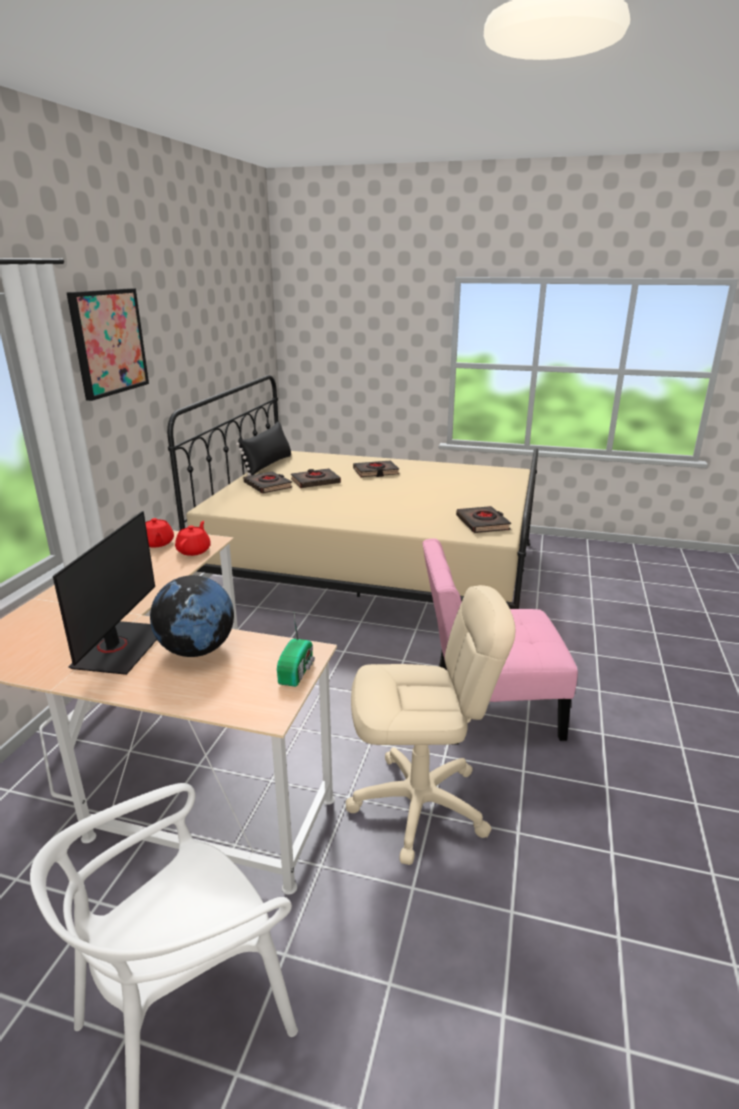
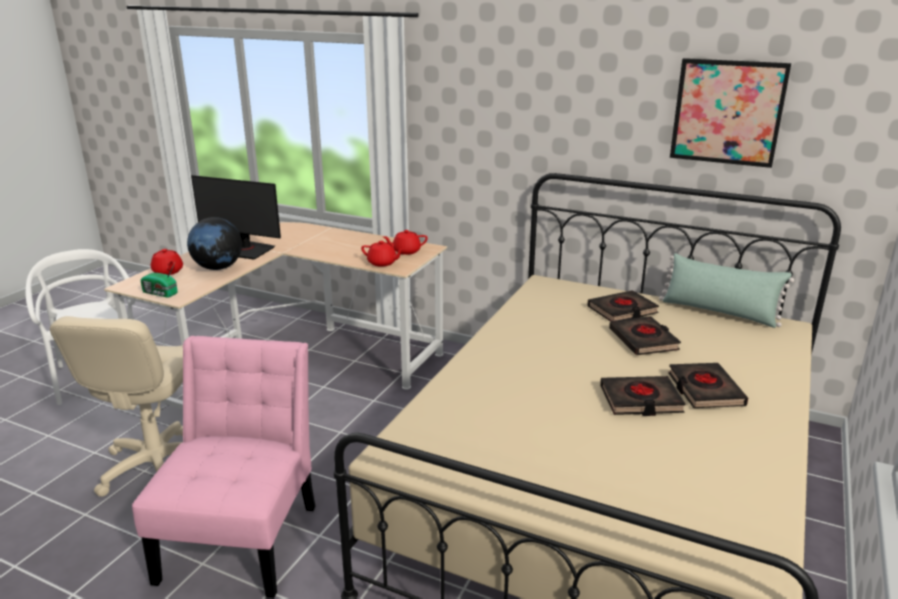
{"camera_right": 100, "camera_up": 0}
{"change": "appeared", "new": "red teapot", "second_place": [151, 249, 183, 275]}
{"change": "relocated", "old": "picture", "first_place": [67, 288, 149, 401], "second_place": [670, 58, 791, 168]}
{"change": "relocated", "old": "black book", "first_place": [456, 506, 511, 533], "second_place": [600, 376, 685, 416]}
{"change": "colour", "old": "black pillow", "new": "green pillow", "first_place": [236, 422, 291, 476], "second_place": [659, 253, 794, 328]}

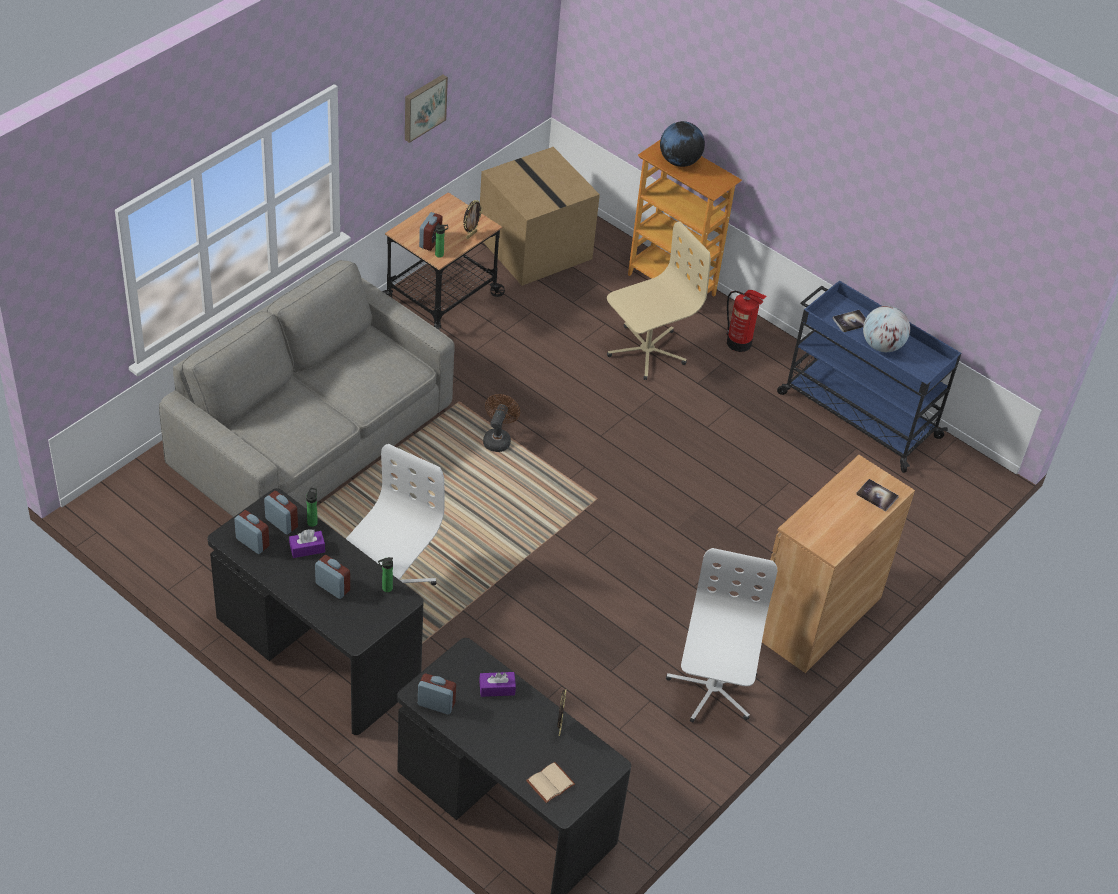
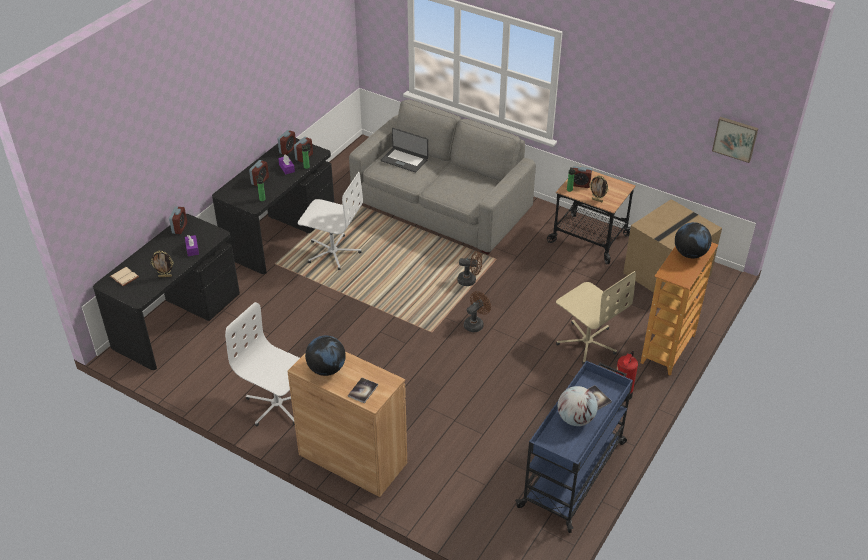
{"camera_right": 85, "camera_up": -5}
{"change": "appeared", "new": "globe", "second_place": [305, 336, 346, 376]}
{"change": "appeared", "new": "laptop", "second_place": [381, 128, 428, 173]}
{"change": "appeared", "new": "brown fan", "second_place": [464, 291, 491, 332]}
{"change": "relocated", "old": "picture", "first_place": [405, 75, 448, 143], "second_place": [712, 117, 758, 163]}
{"change": "spun", "old": "white office chair", "first_place": [666, 548, 777, 723], "second_place": [225, 302, 300, 426], "degrees": -150}

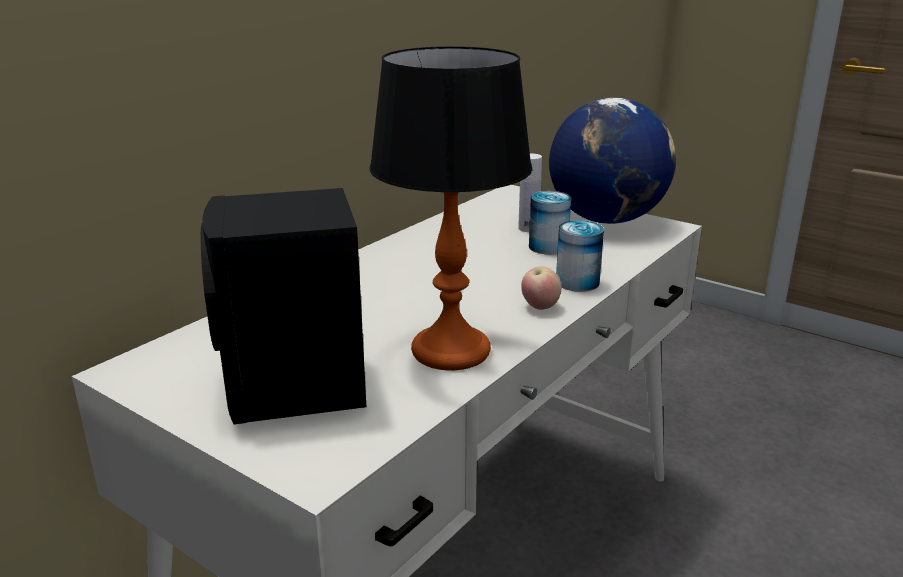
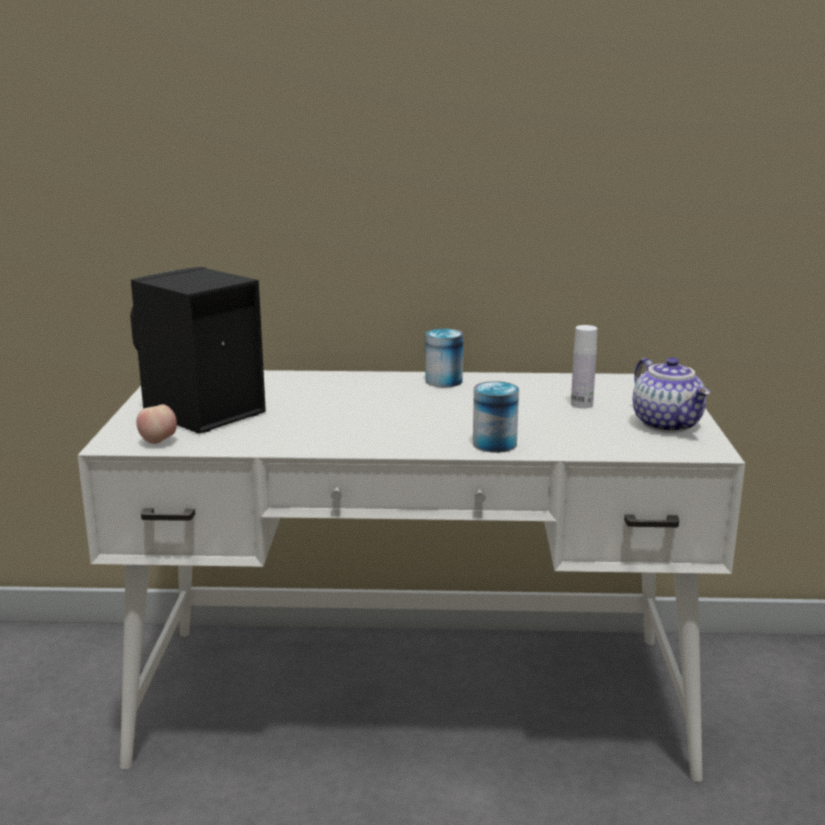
{"camera_right": 55, "camera_up": -5}
{"change": "missing", "old": "table lamp", "first_place": [369, 46, 532, 370]}
{"change": "relocated", "old": "apple", "first_place": [521, 266, 562, 310], "second_place": [136, 404, 177, 444]}
{"change": "relocated", "old": "can", "first_place": [529, 191, 571, 255], "second_place": [425, 329, 463, 387]}
{"change": "exchanged", "old": "globe", "new": "teapot", "first_place": [549, 98, 676, 224], "second_place": [633, 357, 710, 433]}

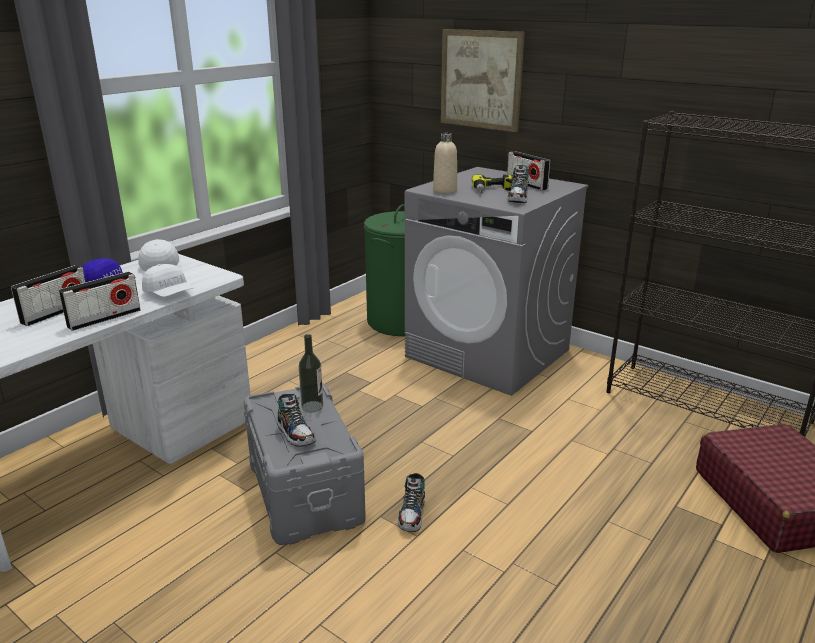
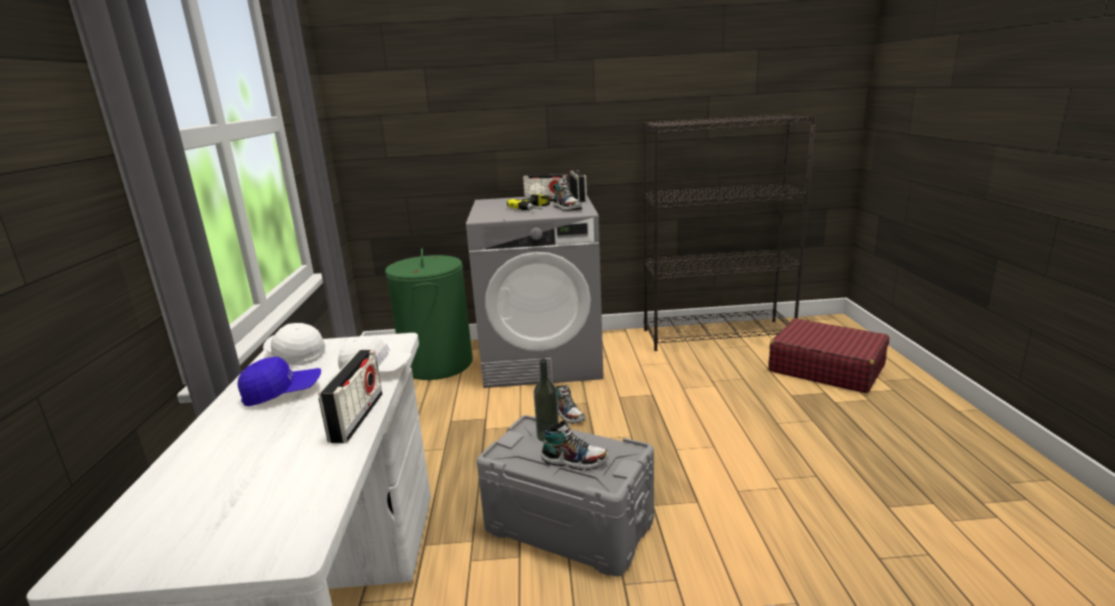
{"camera_right": -40, "camera_up": -5}
{"change": "missing", "old": "beige bottle", "first_place": [433, 133, 457, 193]}
{"change": "missing", "old": "picture", "first_place": [441, 29, 525, 132]}
{"change": "relocated", "old": "radio", "first_place": [11, 265, 86, 326], "second_place": [570, 170, 587, 202]}
{"change": "relocated", "old": "shoe", "first_place": [398, 473, 425, 532], "second_place": [556, 385, 585, 424]}

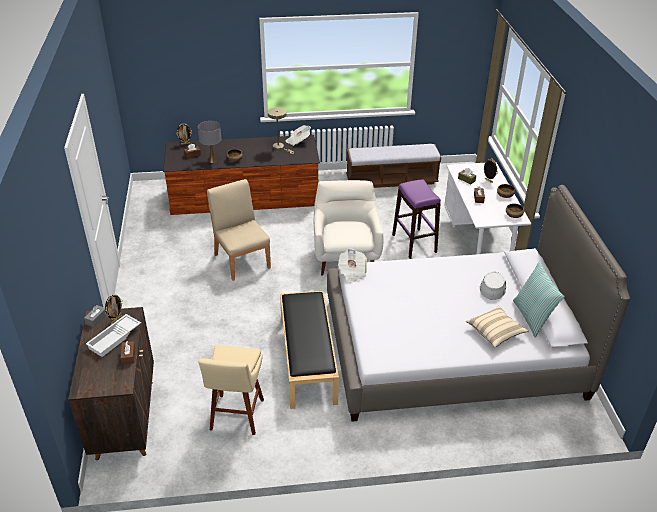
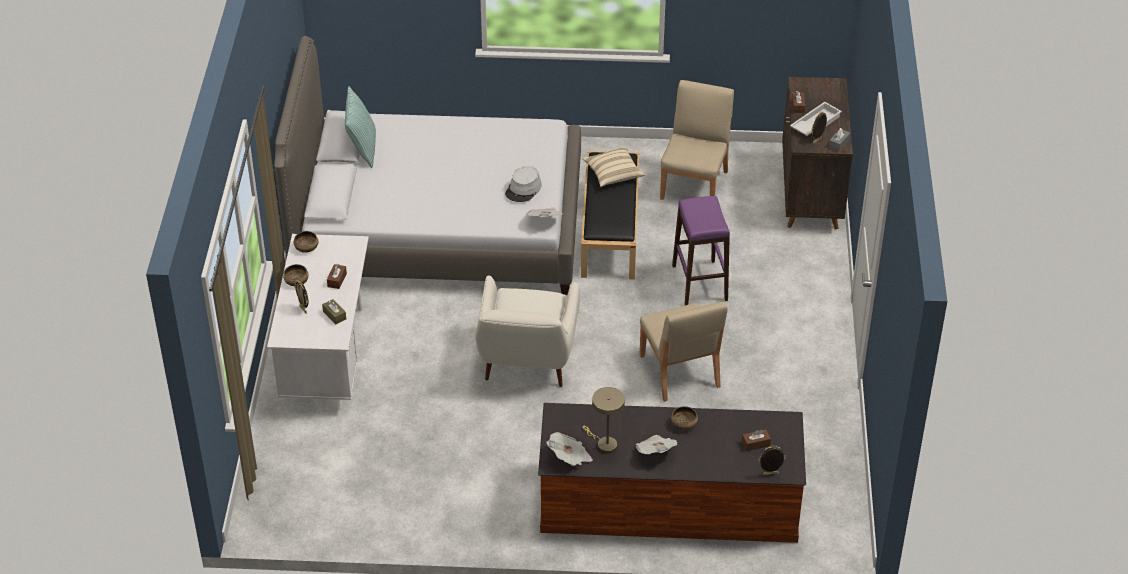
{"camera_right": -170, "camera_up": 5}
{"change": "missing", "old": "grey table lamp", "first_place": [198, 121, 222, 163]}
{"change": "missing", "old": "bench", "first_place": [346, 144, 441, 188]}
{"change": "appeared", "new": "newspaper", "second_place": [635, 435, 678, 454]}
{"change": "relocated", "old": "purple stool", "first_place": [392, 179, 441, 259], "second_place": [672, 196, 730, 306]}
{"change": "relocated", "old": "beige pillow", "first_place": [466, 305, 528, 348], "second_place": [582, 147, 645, 187]}
{"change": "relocated", "old": "grey hat", "first_place": [480, 272, 506, 300], "second_place": [505, 166, 542, 202]}
{"change": "exchanged", "old": "beige stool", "new": "beige chair", "first_place": [198, 345, 264, 435], "second_place": [660, 80, 734, 200]}

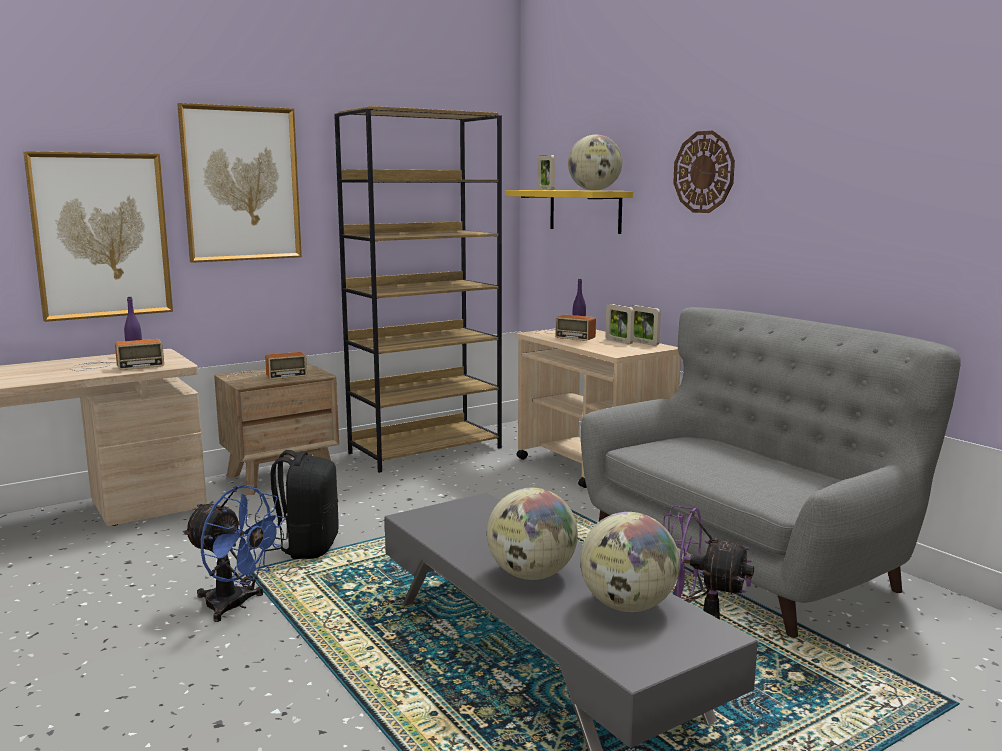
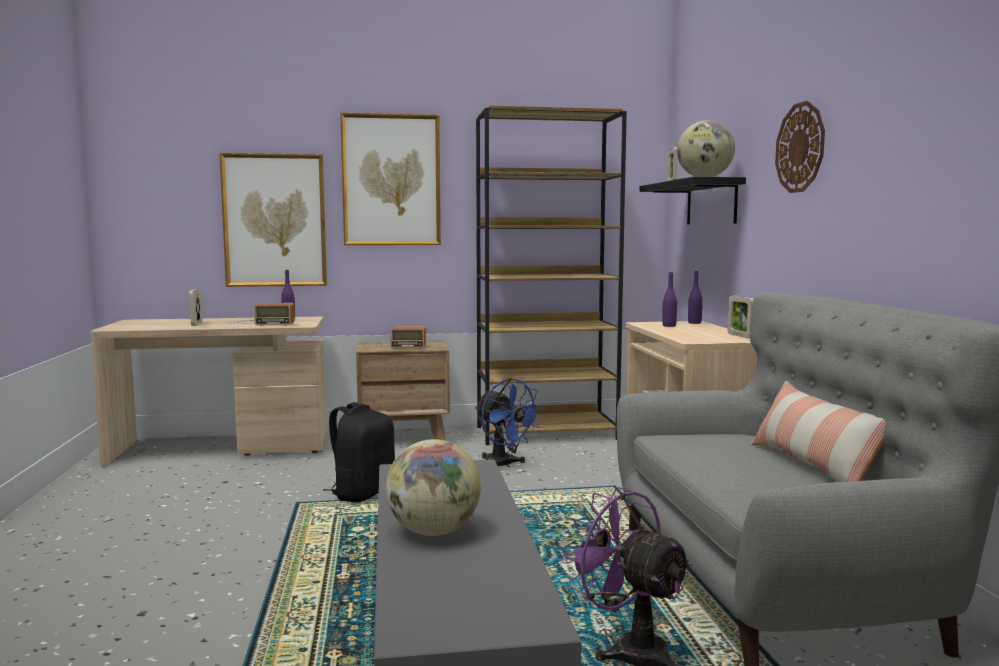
{"camera_right": 25, "camera_up": -5}
{"change": "missing", "old": "globe", "first_place": [580, 512, 680, 612]}
{"change": "appeared", "new": "pillow", "second_place": [750, 381, 885, 482]}
{"change": "relocated", "old": "blue fan", "first_place": [183, 485, 286, 622], "second_place": [475, 378, 543, 467]}
{"change": "relocated", "old": "picture frame", "first_place": [606, 304, 634, 344], "second_place": [189, 289, 202, 326]}
{"change": "exchanged", "old": "radio", "new": "purple bottle", "first_place": [535, 315, 596, 341], "second_place": [662, 272, 677, 327]}
{"change": "colour", "old": "yellow shelf", "new": "black shelf", "first_place": [505, 190, 633, 234], "second_place": [639, 177, 746, 225]}

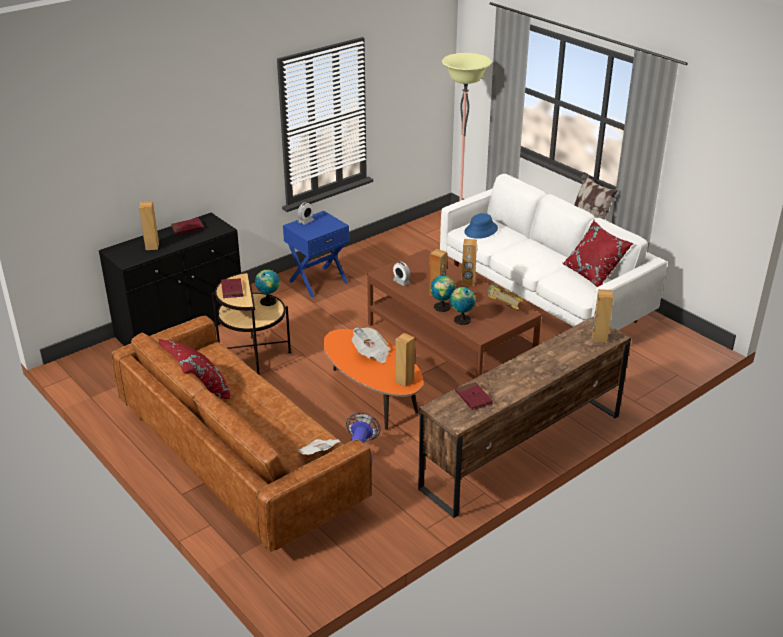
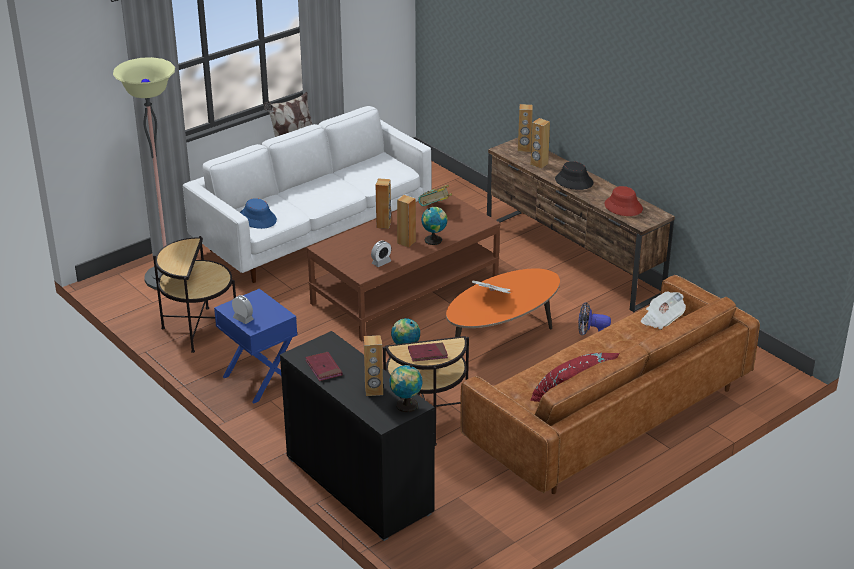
{"camera_right": -90, "camera_up": 0}
{"change": "missing", "old": "red pillow", "first_place": [563, 220, 633, 287]}
{"change": "appeared", "new": "side table", "second_place": [153, 236, 236, 353]}
{"change": "appeared", "new": "black hat", "second_place": [555, 161, 594, 190]}
{"change": "relocated", "old": "brown speaker", "first_place": [395, 333, 415, 387], "second_place": [531, 118, 550, 169]}
{"change": "relocated", "old": "globe", "first_place": [450, 287, 476, 325], "second_place": [389, 365, 423, 412]}
{"change": "exchanged", "old": "red book", "new": "red hat", "first_place": [455, 382, 493, 410], "second_place": [604, 186, 643, 216]}

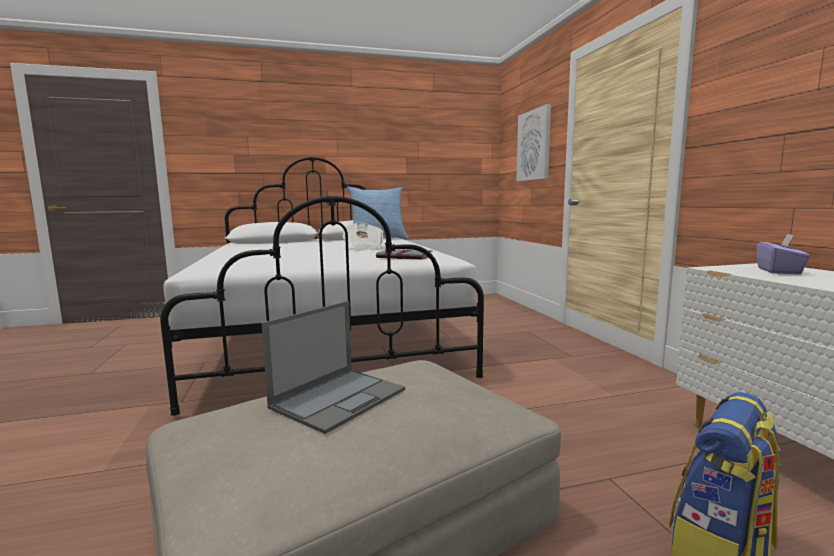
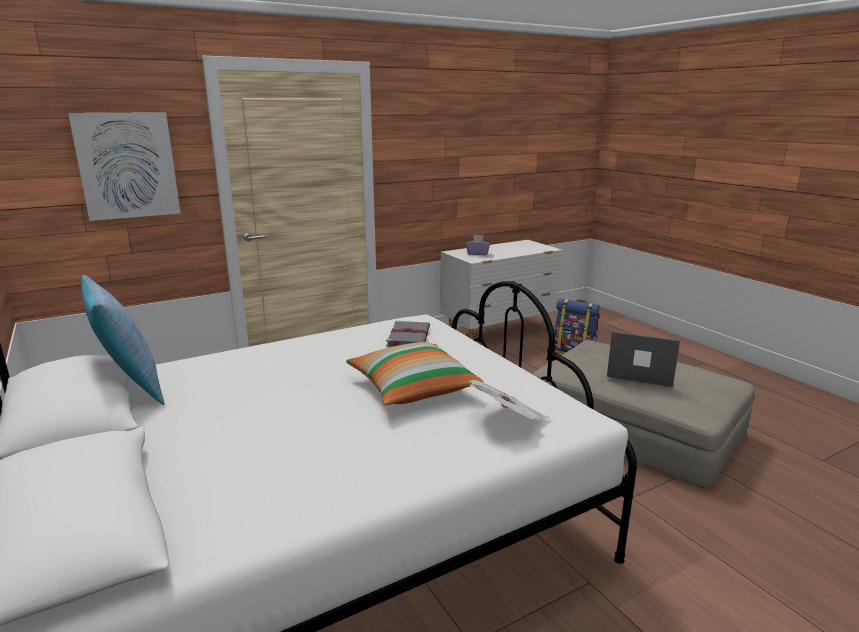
{"camera_right": -105, "camera_up": 10}
{"change": "appeared", "new": "pillow", "second_place": [346, 342, 483, 405]}
{"change": "relocated", "old": "newspaper", "first_place": [342, 222, 384, 251], "second_place": [469, 380, 550, 421]}

